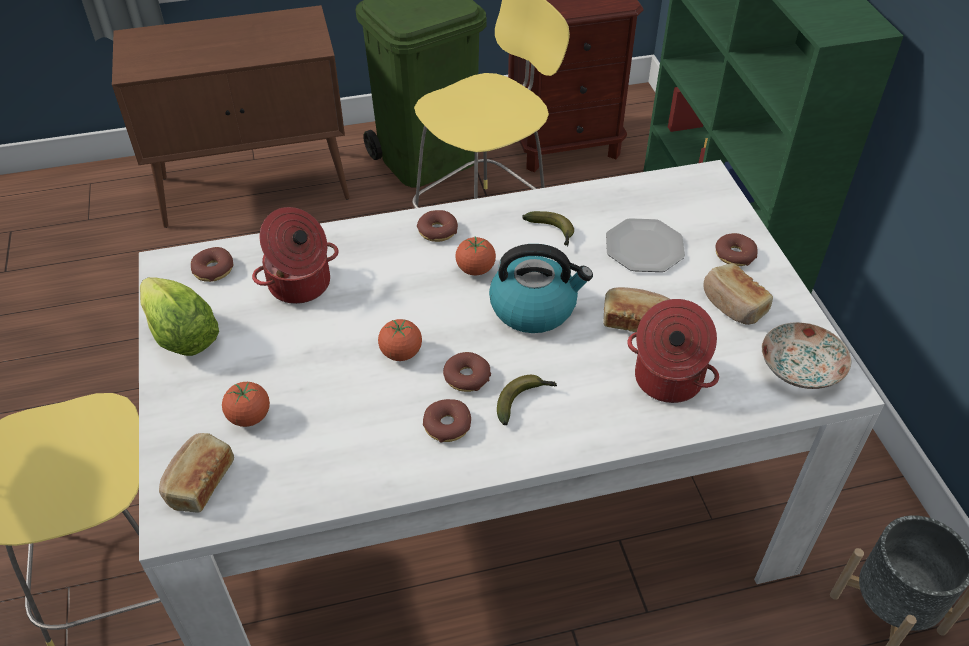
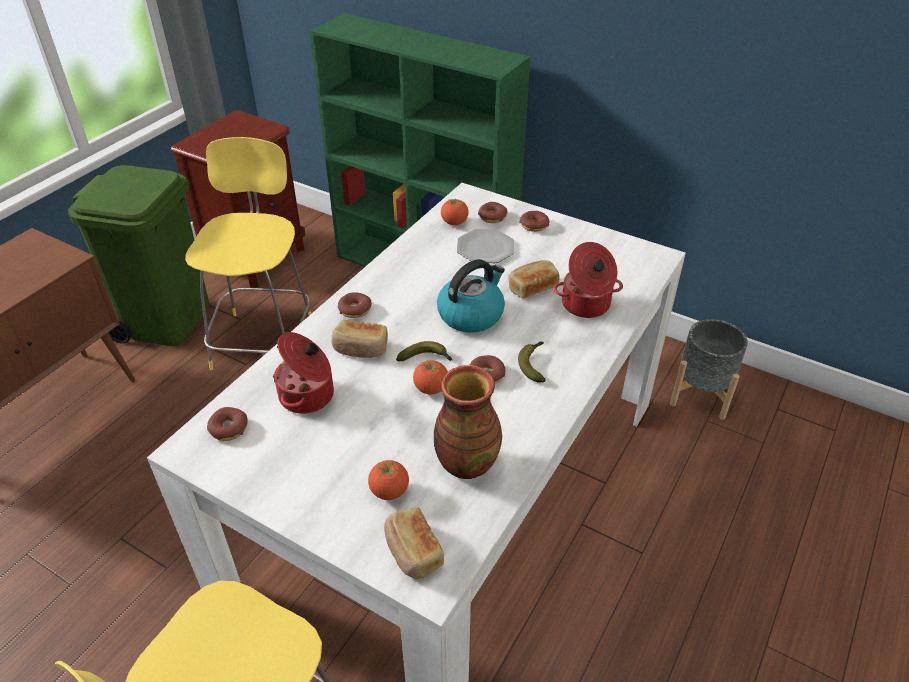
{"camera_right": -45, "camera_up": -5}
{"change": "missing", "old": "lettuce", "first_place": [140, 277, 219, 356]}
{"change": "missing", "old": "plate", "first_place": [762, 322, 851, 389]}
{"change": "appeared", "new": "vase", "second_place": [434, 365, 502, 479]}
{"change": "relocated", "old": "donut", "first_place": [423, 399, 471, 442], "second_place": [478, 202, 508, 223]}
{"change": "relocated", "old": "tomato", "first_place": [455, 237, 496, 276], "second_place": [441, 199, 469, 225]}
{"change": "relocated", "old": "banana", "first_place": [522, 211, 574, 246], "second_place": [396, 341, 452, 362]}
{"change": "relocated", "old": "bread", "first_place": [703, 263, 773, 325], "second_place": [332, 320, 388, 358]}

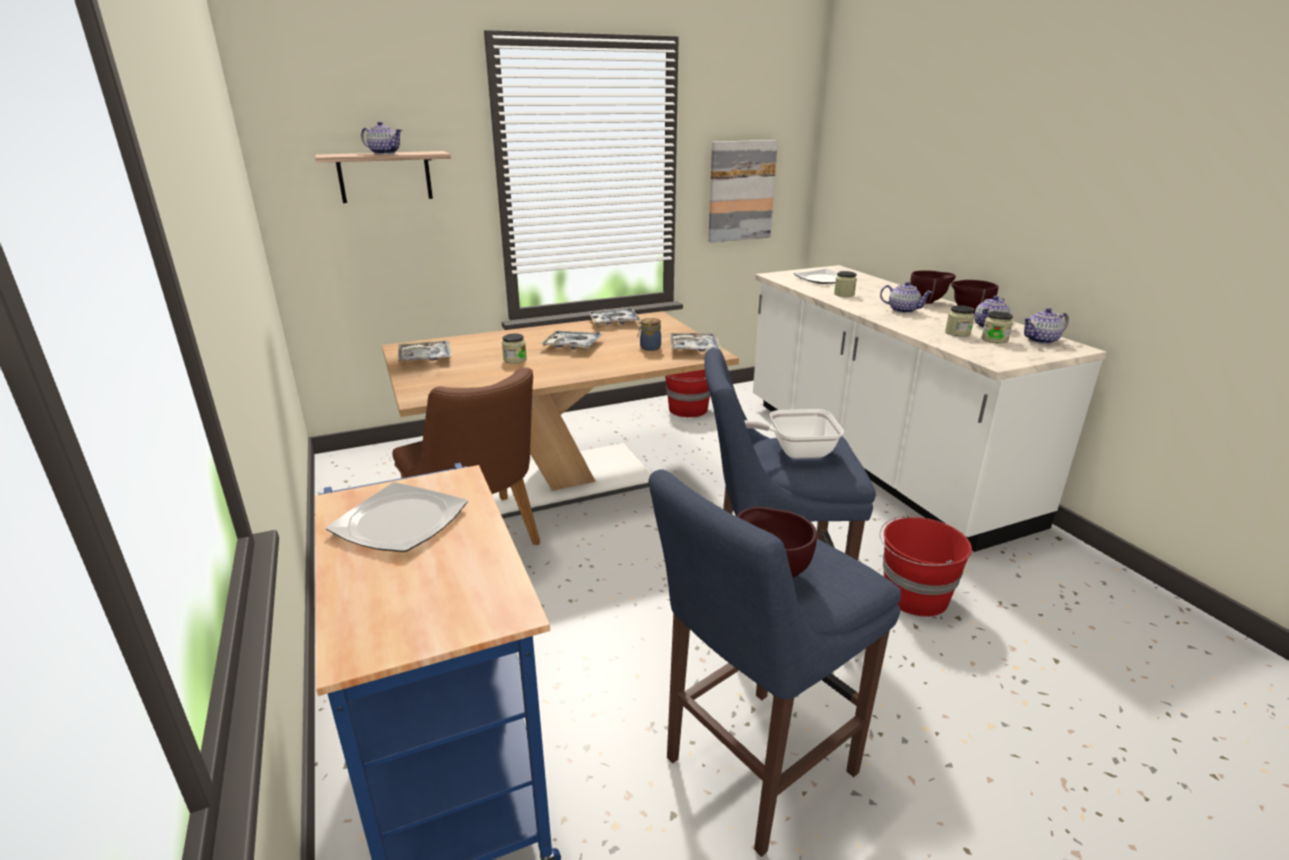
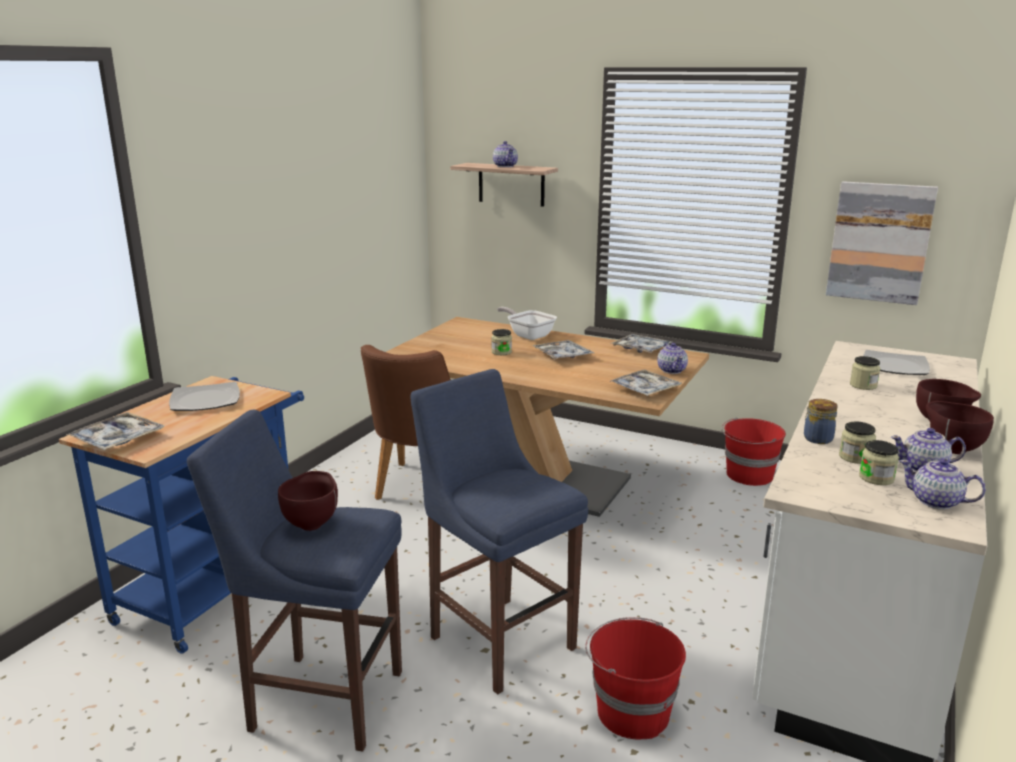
{"camera_right": 50, "camera_up": -5}
{"change": "relocated", "old": "tray", "first_place": [398, 341, 452, 362], "second_place": [66, 412, 165, 450]}
{"change": "relocated", "old": "jar", "first_place": [638, 318, 661, 351], "second_place": [804, 399, 838, 444]}
{"change": "relocated", "old": "frying pan", "first_place": [744, 409, 844, 459], "second_place": [497, 307, 557, 340]}
{"change": "relocated", "old": "teapot", "first_place": [880, 282, 933, 313], "second_place": [657, 343, 688, 374]}

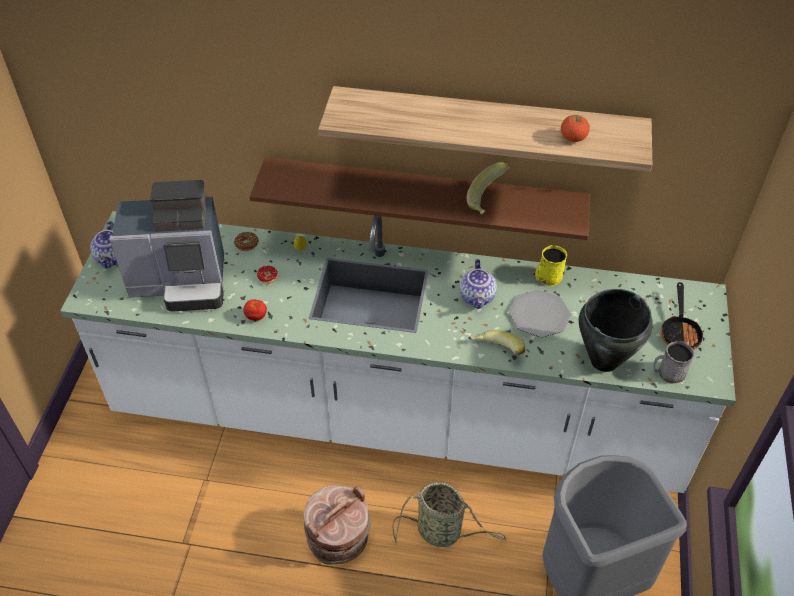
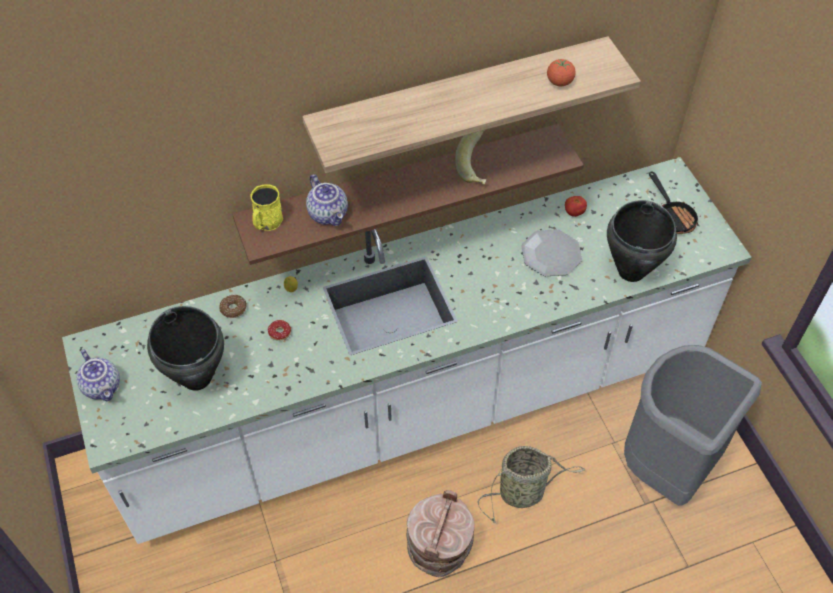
{"camera_right": -30, "camera_up": 5}
{"change": "missing", "old": "banana", "first_place": [470, 330, 525, 355]}
{"change": "missing", "old": "grey mug", "first_place": [653, 341, 695, 384]}
{"change": "relocated", "old": "tomato", "first_place": [243, 299, 267, 321], "second_place": [565, 196, 587, 217]}
{"change": "relocated", "old": "teapot", "first_place": [460, 259, 497, 309], "second_place": [306, 174, 348, 226]}
{"change": "relocated", "old": "yellow mug", "first_place": [535, 245, 567, 286], "second_place": [250, 184, 283, 231]}
{"change": "exchanged", "old": "coffee machine", "new": "black cooking pot", "first_place": [109, 180, 224, 312], "second_place": [147, 306, 224, 391]}

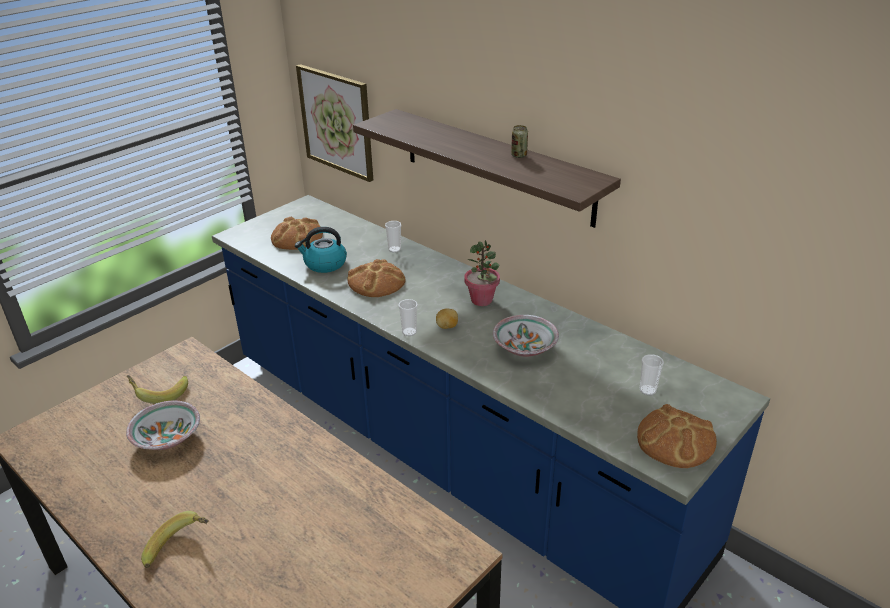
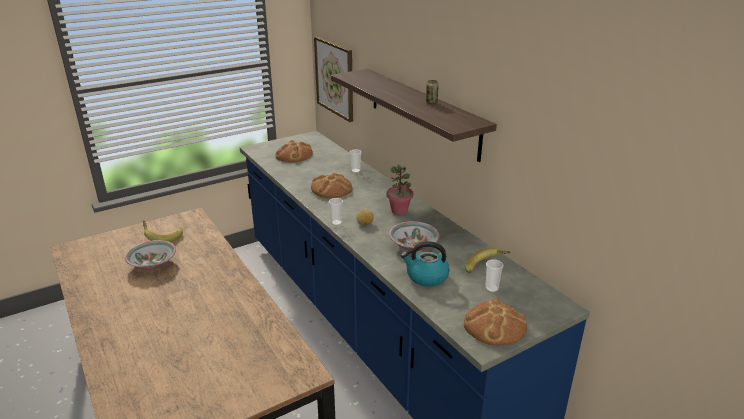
{"camera_right": 15, "camera_up": -5}
{"change": "relocated", "old": "banana", "first_place": [141, 511, 209, 568], "second_place": [465, 248, 510, 274]}
{"change": "relocated", "old": "kettle", "first_place": [295, 227, 347, 273], "second_place": [401, 241, 450, 287]}

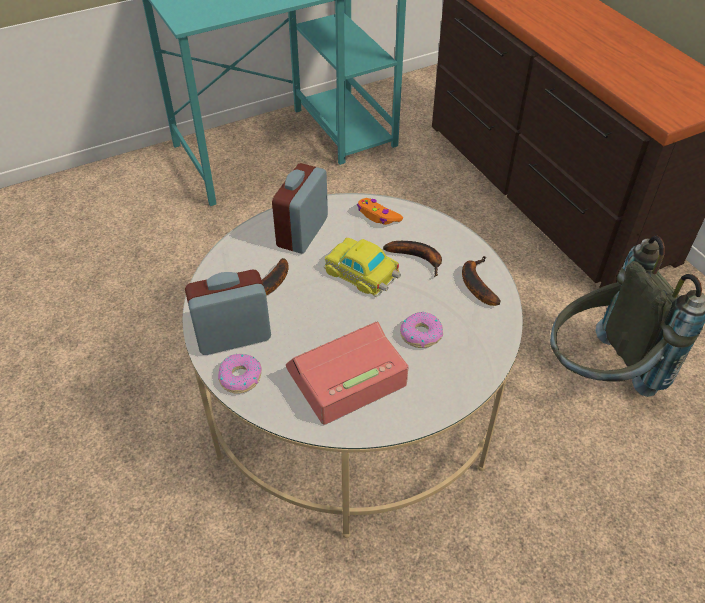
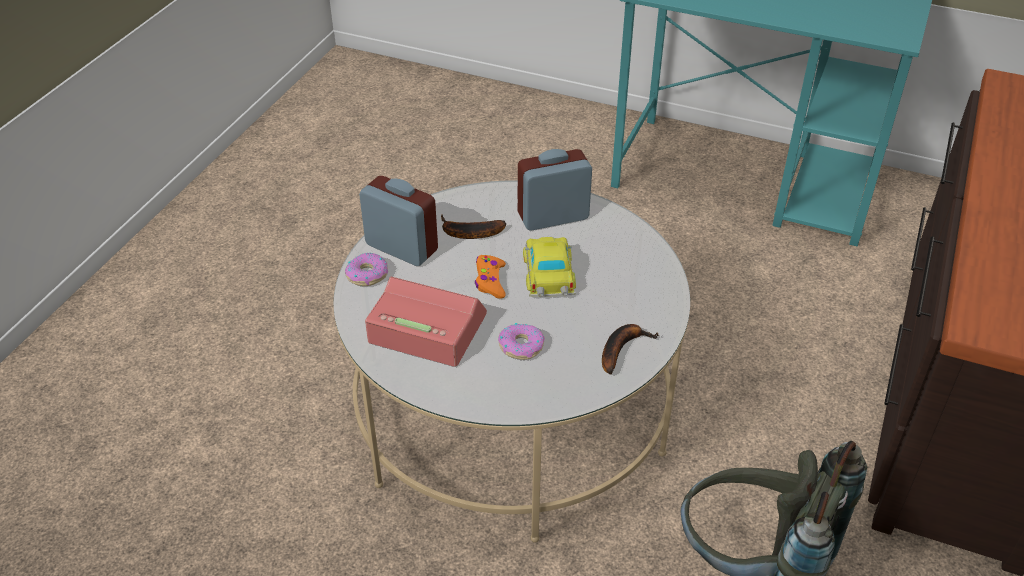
{"camera_right": 50, "camera_up": -5}
{"change": "missing", "old": "banana", "first_place": [383, 241, 442, 277]}
{"change": "relocated", "old": "orange game controller", "first_place": [357, 198, 403, 225], "second_place": [475, 255, 506, 299]}

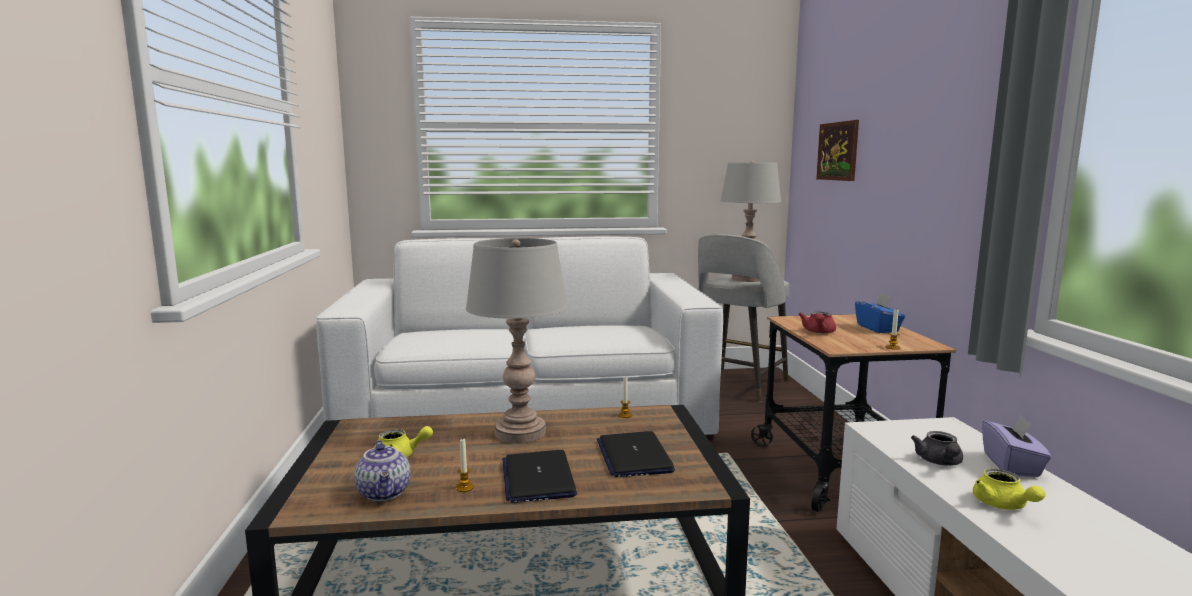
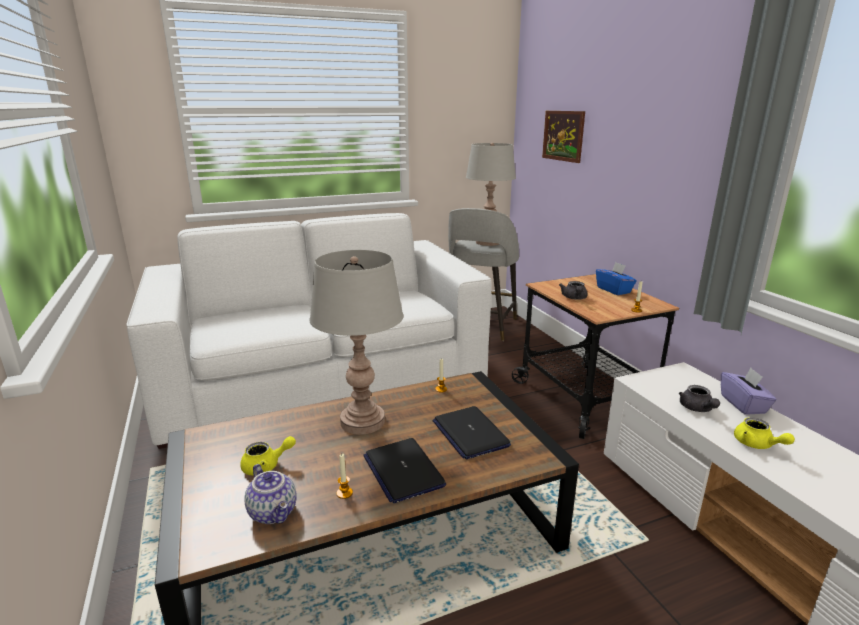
{"camera_right": -15, "camera_up": 10}
{"change": "colour", "old": "red teapot", "new": "grey teapot", "first_place": [798, 312, 836, 333], "second_place": [559, 281, 588, 300]}

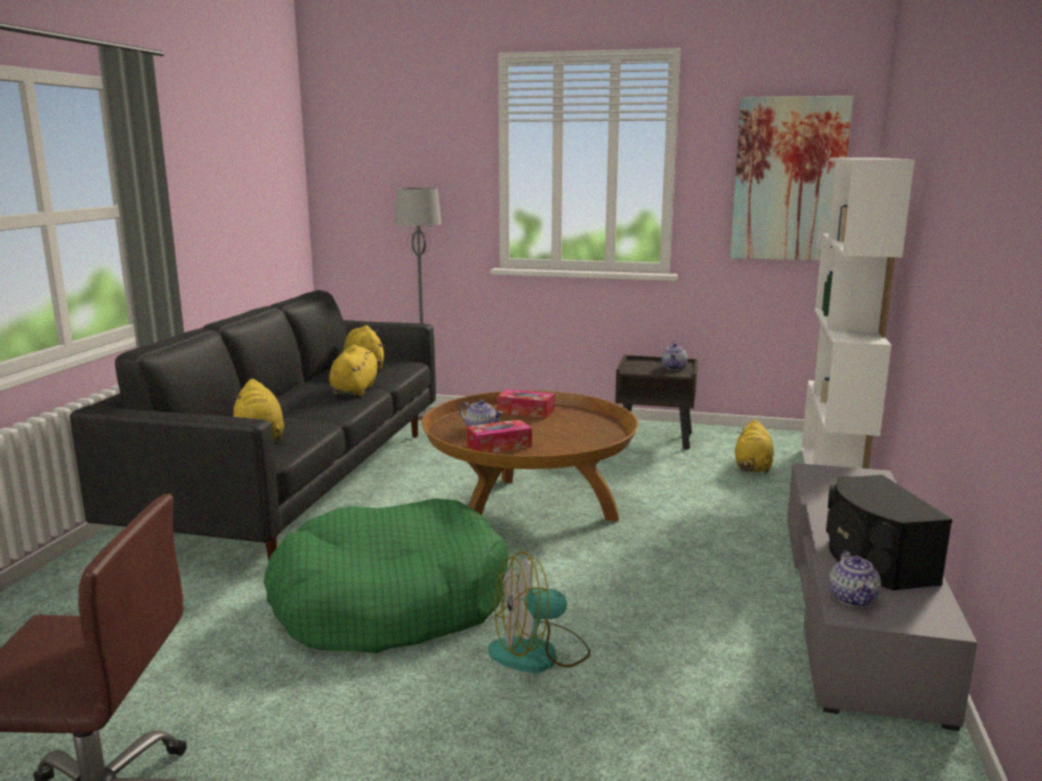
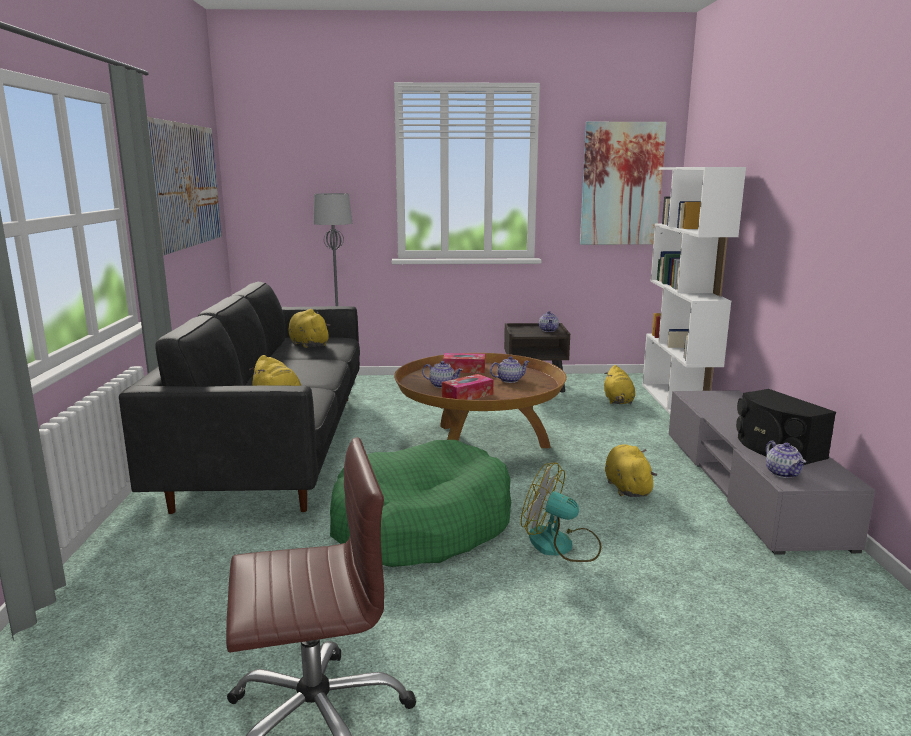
{"camera_right": -15, "camera_up": 0}
{"change": "appeared", "new": "picture", "second_place": [147, 117, 222, 256]}
{"change": "appeared", "new": "teapot", "second_place": [490, 356, 530, 383]}
{"change": "relocated", "old": "yellow plush toy", "first_place": [329, 345, 381, 396], "second_place": [605, 444, 657, 497]}
{"change": "spun", "old": "fan", "first_place": [488, 551, 590, 673], "second_place": [521, 462, 601, 562], "degrees": 60}

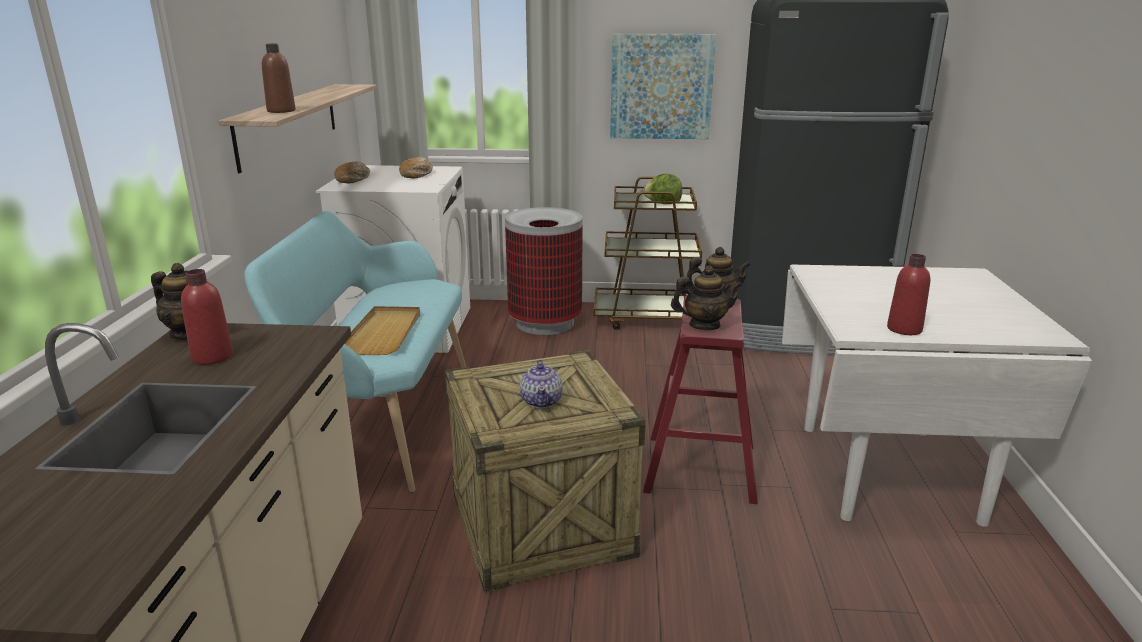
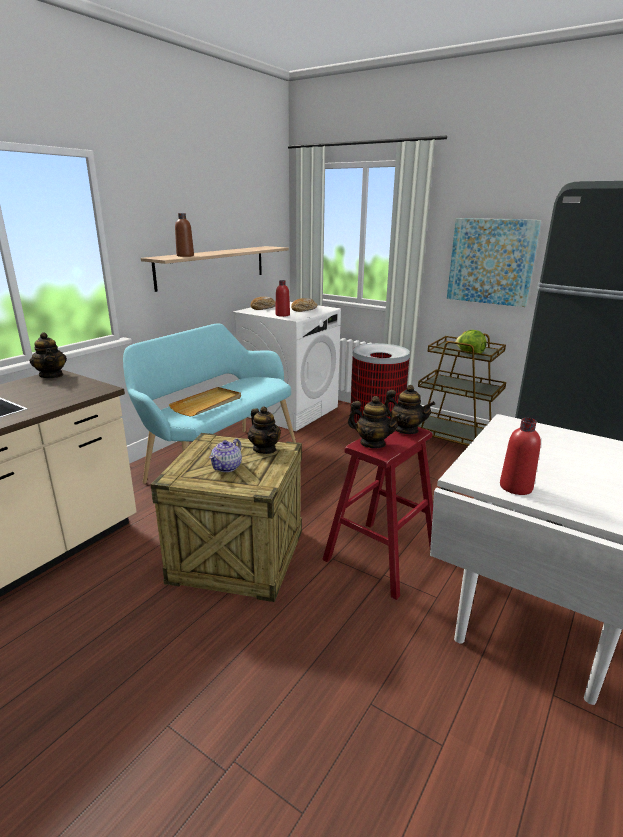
{"camera_right": 30, "camera_up": 0}
{"change": "appeared", "new": "teapot", "second_place": [248, 406, 281, 454]}
{"change": "relocated", "old": "red bottle", "first_place": [181, 269, 233, 365], "second_place": [275, 280, 290, 317]}

